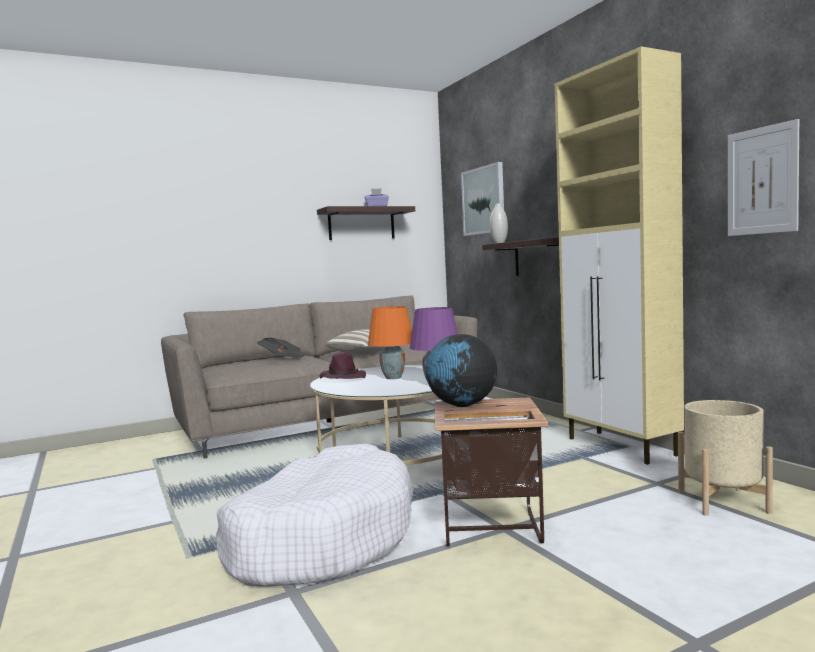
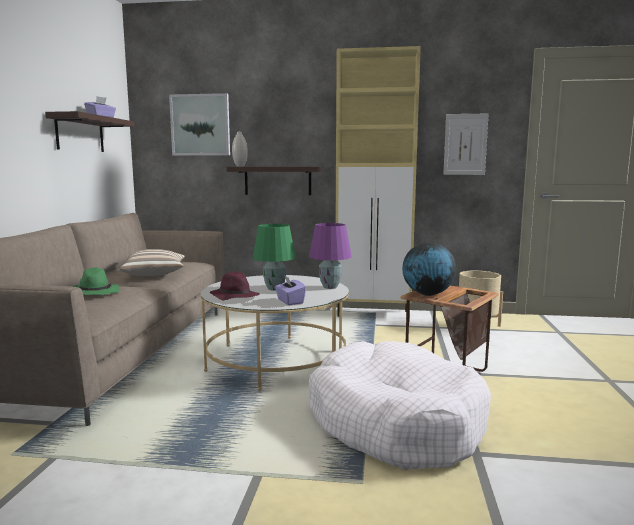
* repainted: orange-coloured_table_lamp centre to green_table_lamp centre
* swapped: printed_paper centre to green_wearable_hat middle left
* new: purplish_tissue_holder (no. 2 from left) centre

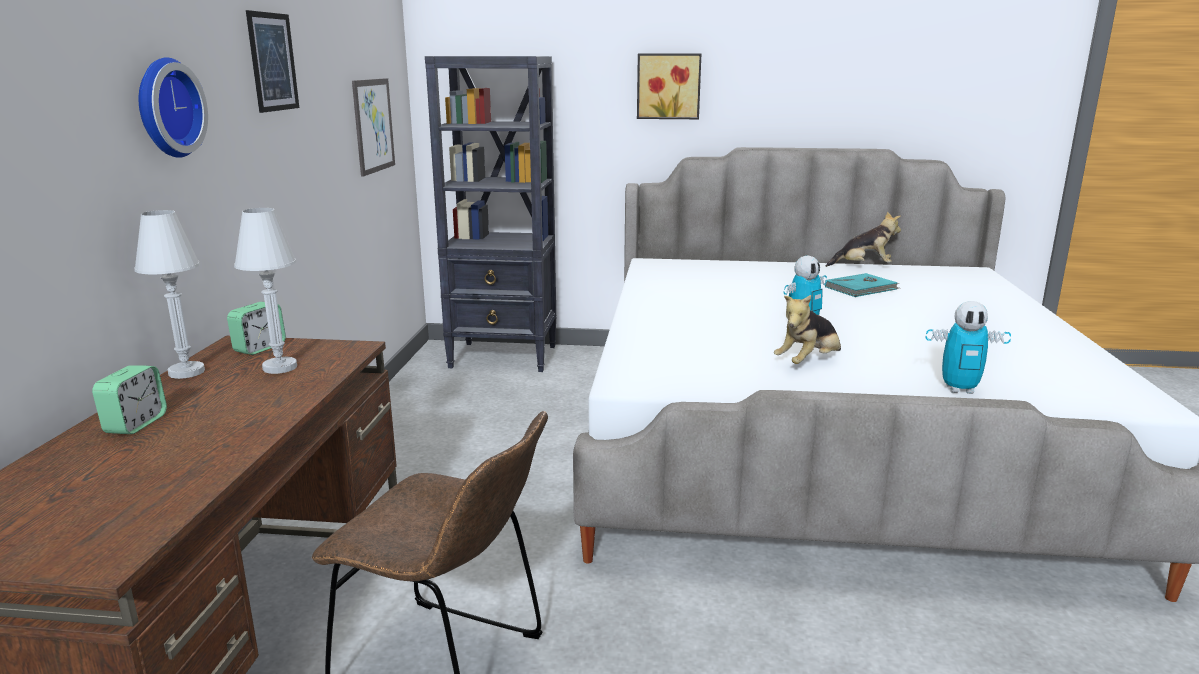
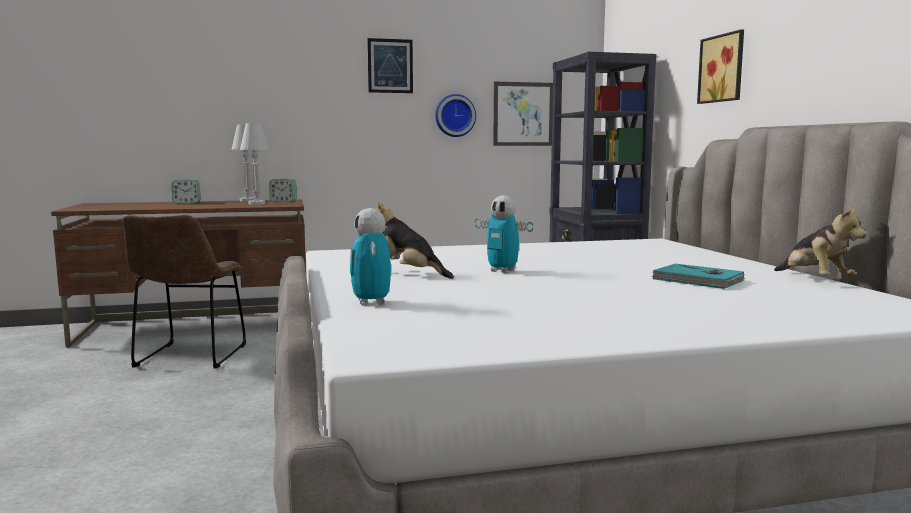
* shifted: wall_clock top left to top centre

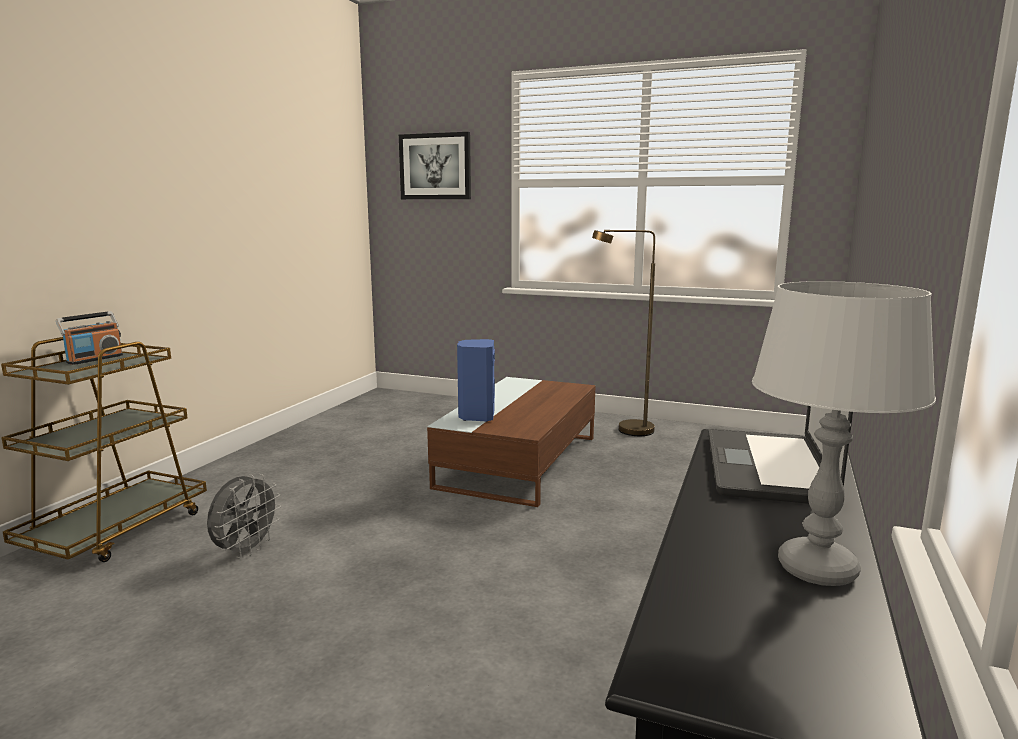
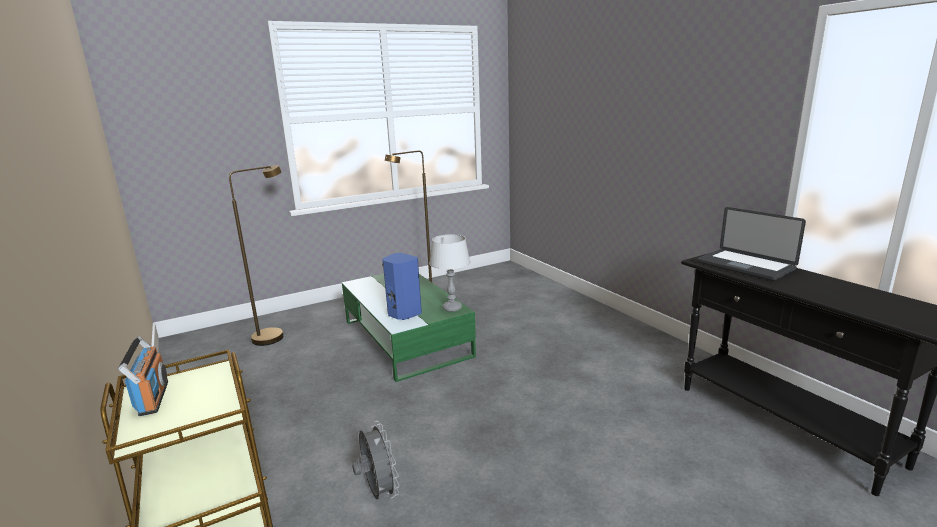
* gone: wall_picture top centre
* shifted: grey_table_lamp middle right to centre
* repainted: brown_low_table centre to green_low_table centre
* new: brown_floor_lamp (no. 1 from left) middle left

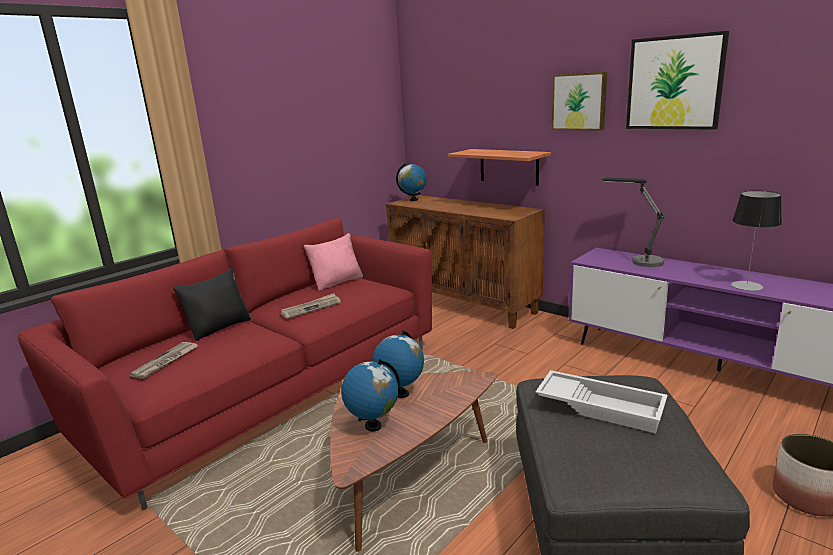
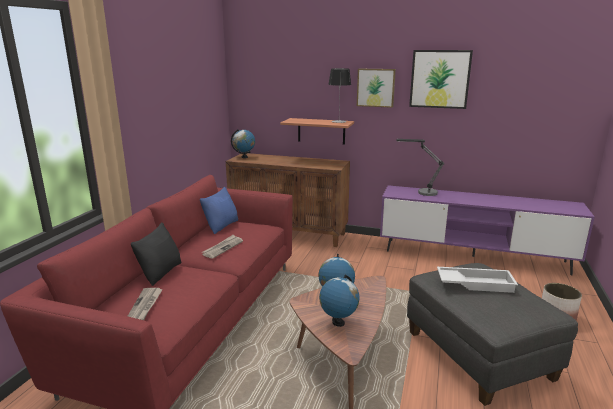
* shifted: table_lamp (no. 2 from left in the first image) middle right to table_lamp (no. 1 from left) top centre
* repainted: pink_pillow centre to bluish_pillow centre

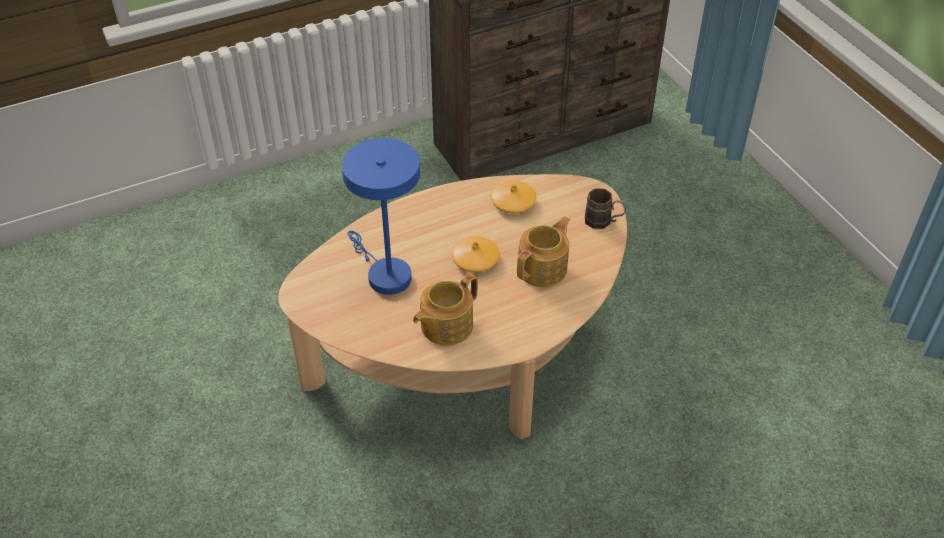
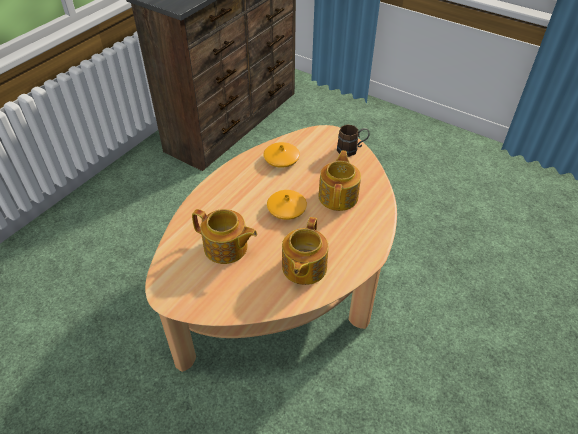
* swapped: bluish_table_lamp centre to pot_for_tea (no. 1 from left) centre

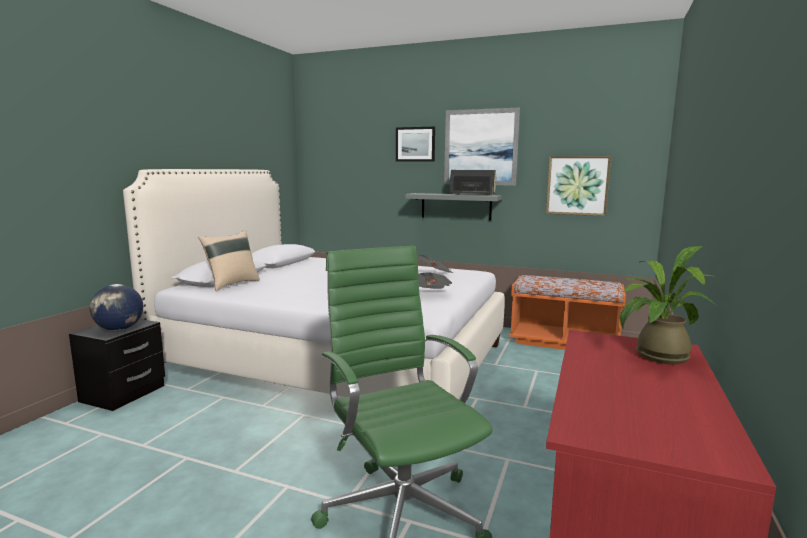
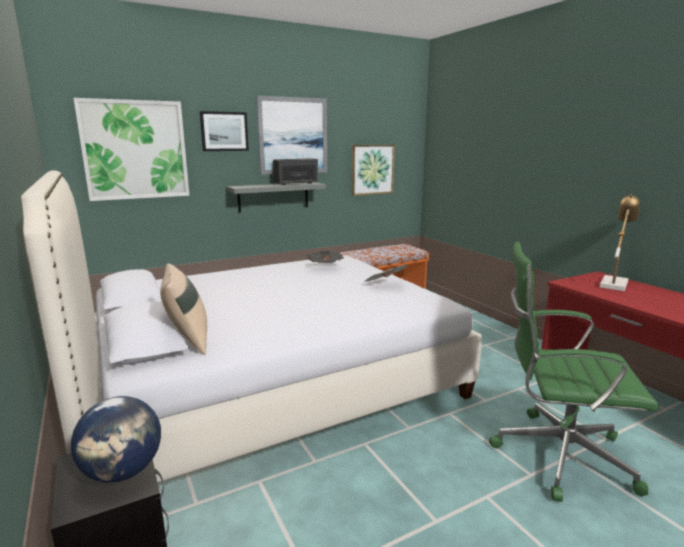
* swapped: plant_in_a_pot middle right to table_lamp middle right
* new: wall_picture (no. 1 from left) top left

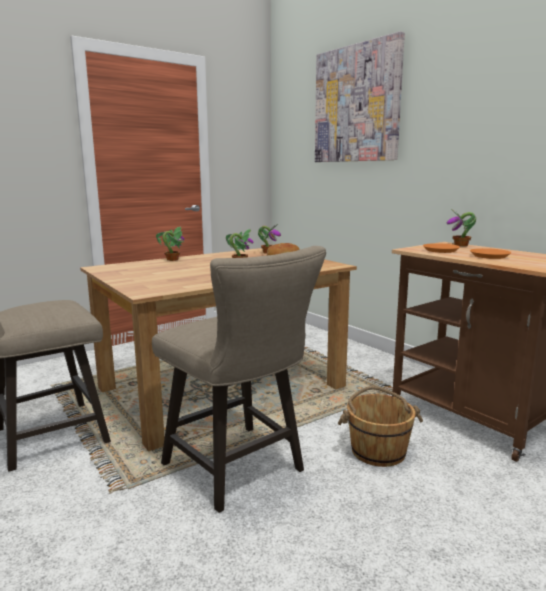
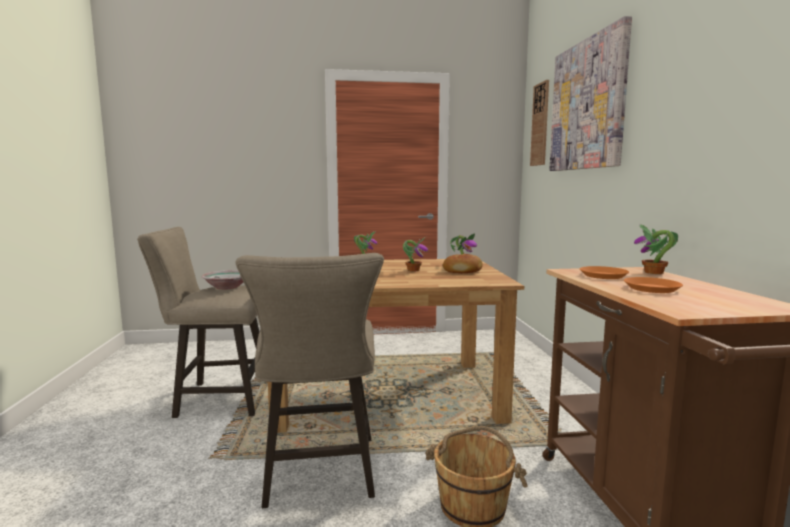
* new: wall_clock top right
* new: bowl middle left

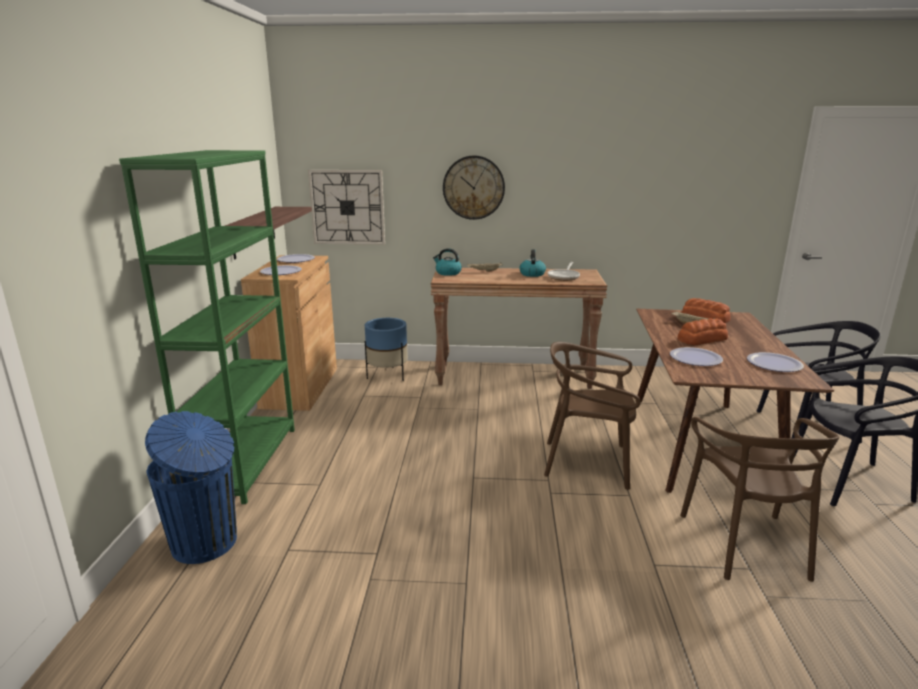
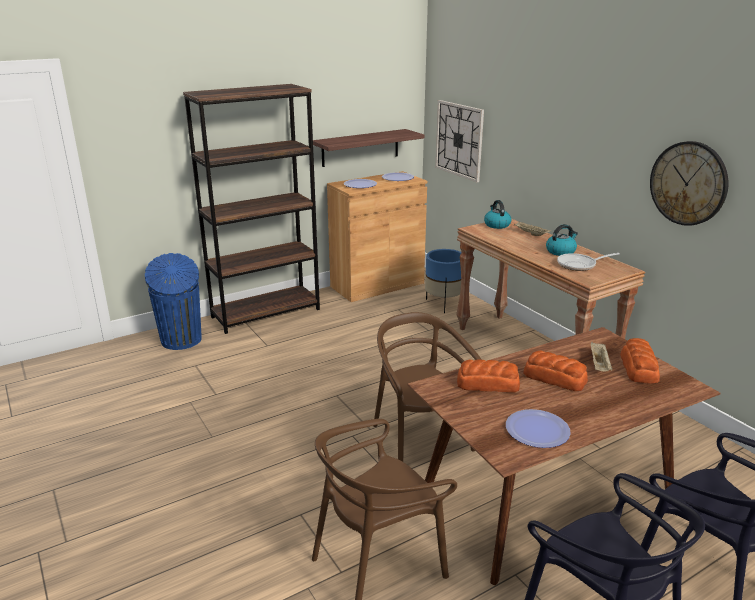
* repainted: green_bookcase middle left to brown_bookcase middle left
* shifted: wall_clock (no. 2 from left) top centre to top right
* swapped: dinner_plate (no. 3 from left) middle right to bakery_bread (no. 1 from left) centre

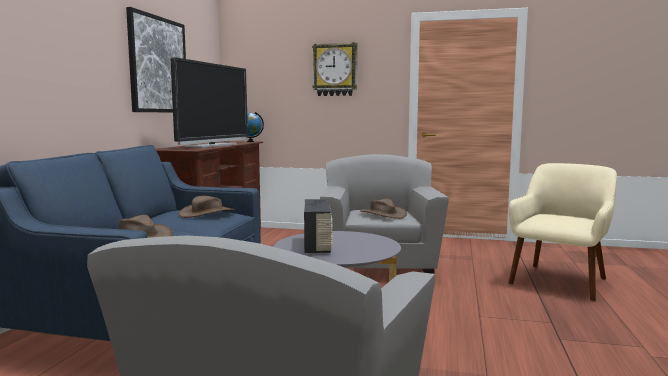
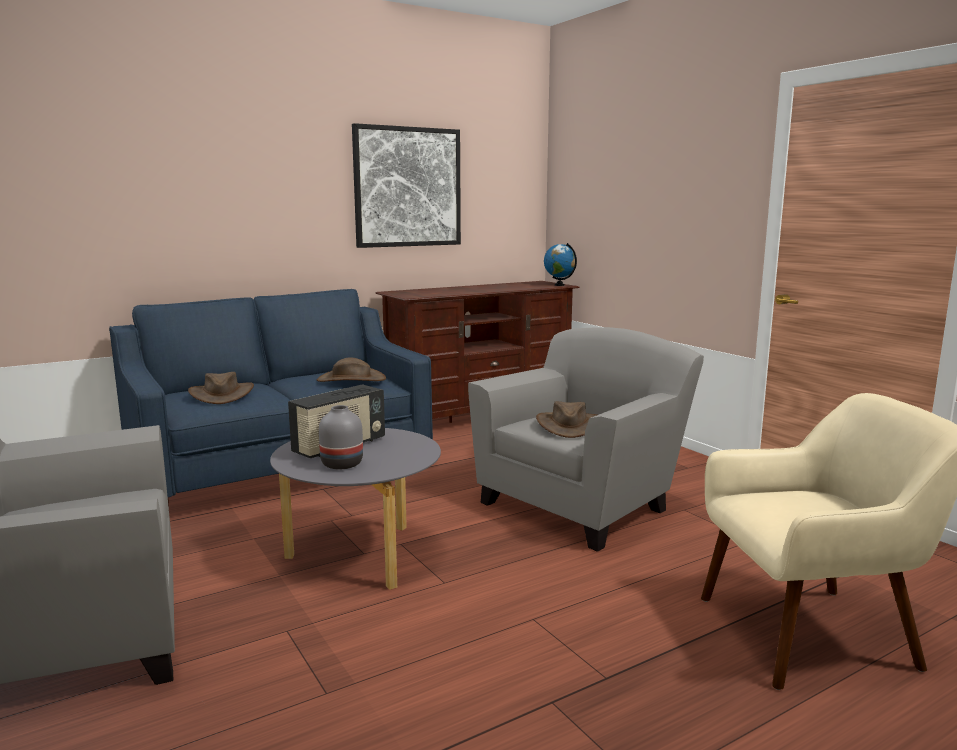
* gone: wall_clock top centre
* gone: TV top left
* new: grey_flower_vase centre

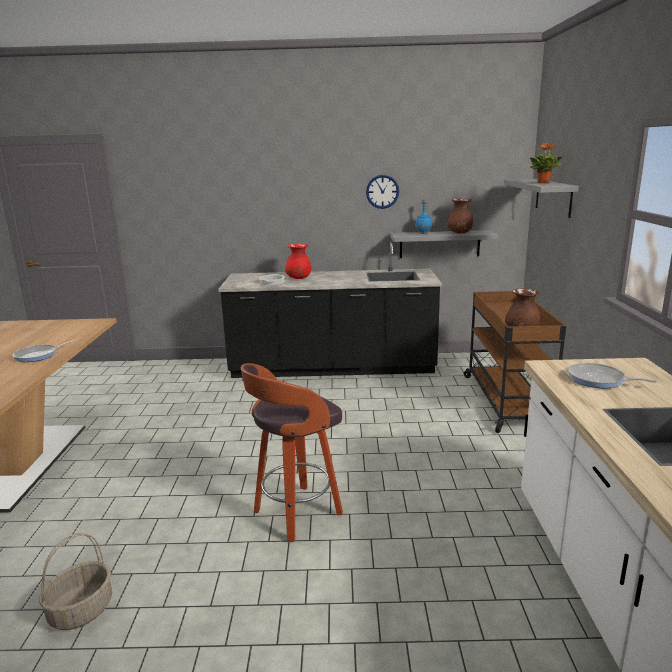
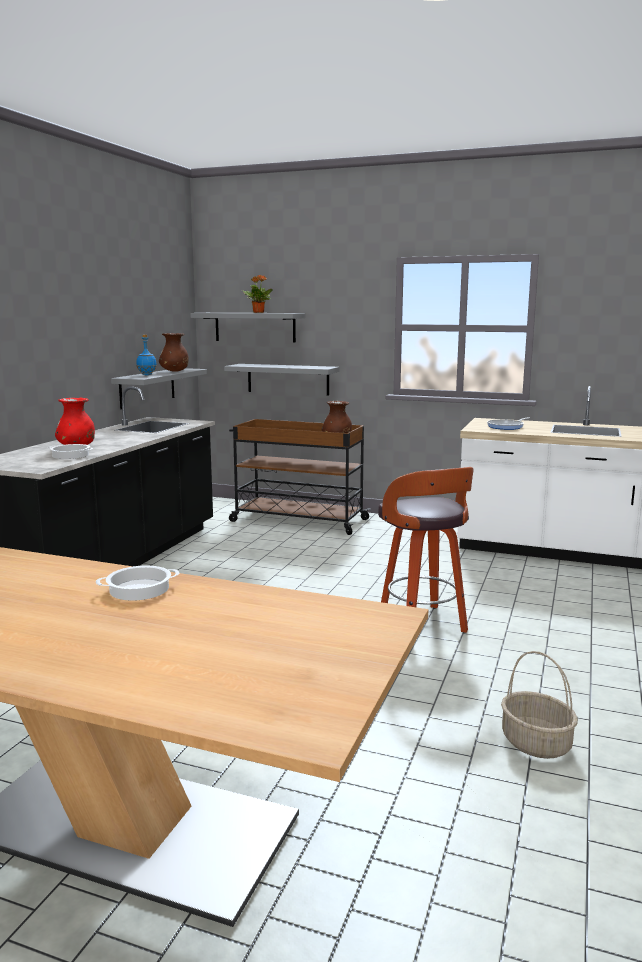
* gone: wall_clock top centre
* swapped: skillet (no. 1 from left) middle left to cooking_pot (no. 2 from left) middle left
* new: grey_bracket_shelf (no. 3 from left) centre

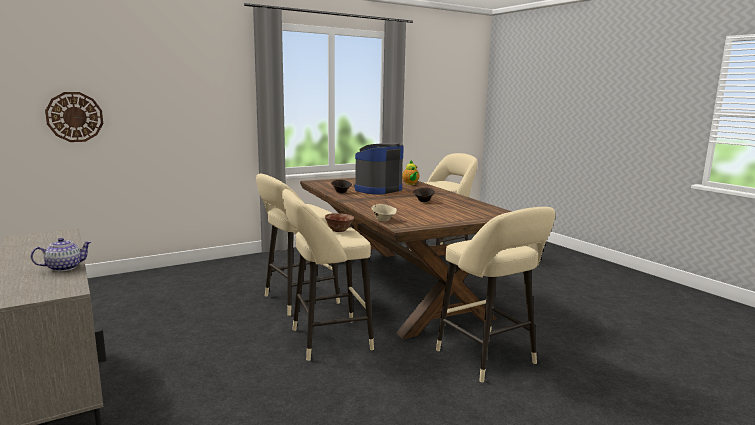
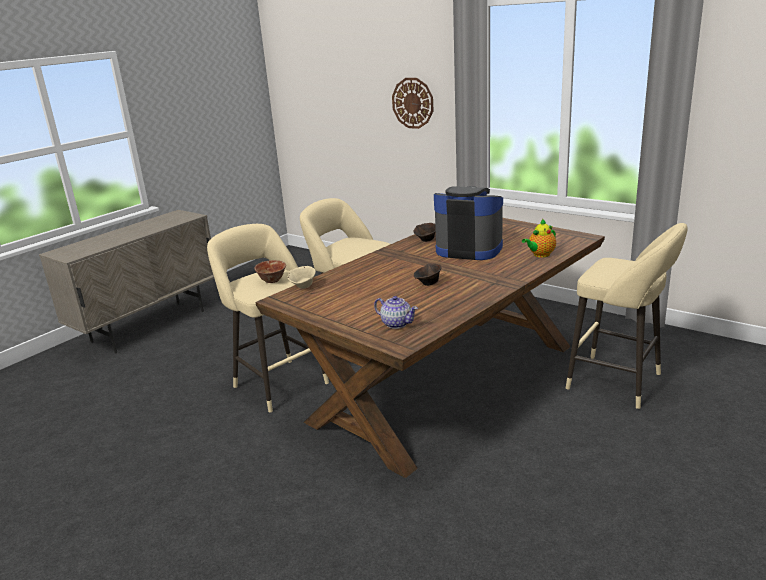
* shifted: wall_clock top left to top centre
* gone: sand-coloured_stool_seat (no. 4 from left) bottom centre
* shifted: pot_for_tea (no. 1 from left) middle left to centre

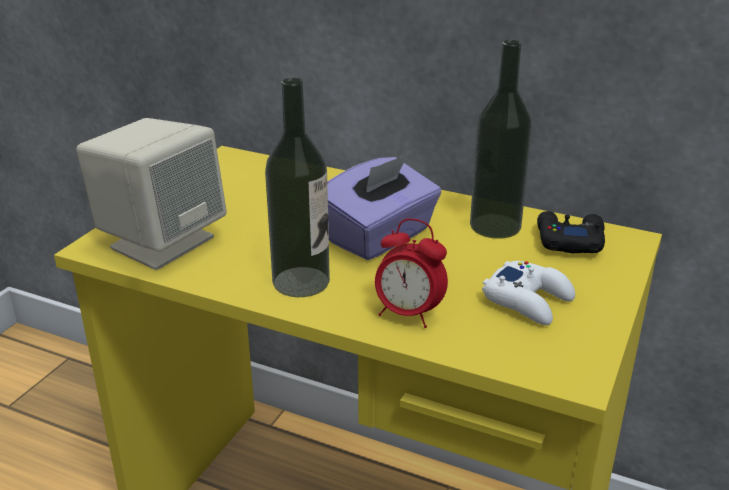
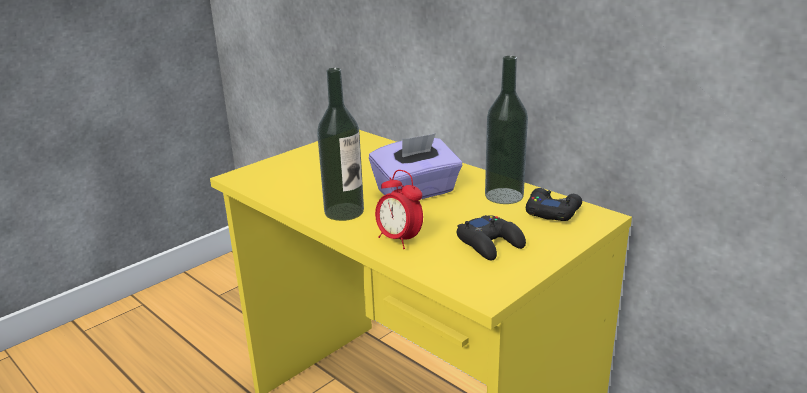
* gone: sand-coloured_speaker middle left
* repainted: white_gamepad middle right to blackish_gamepad (no. 1 from left) centre

